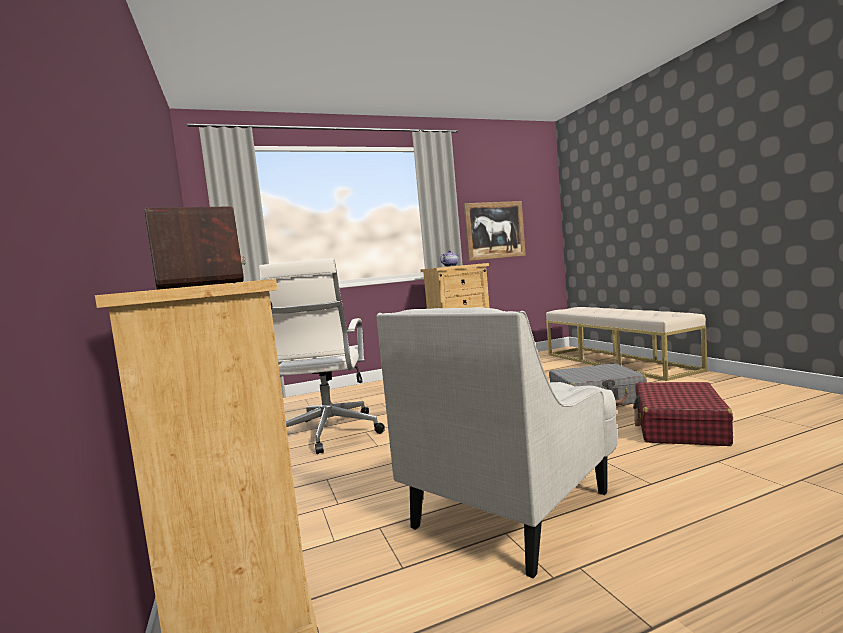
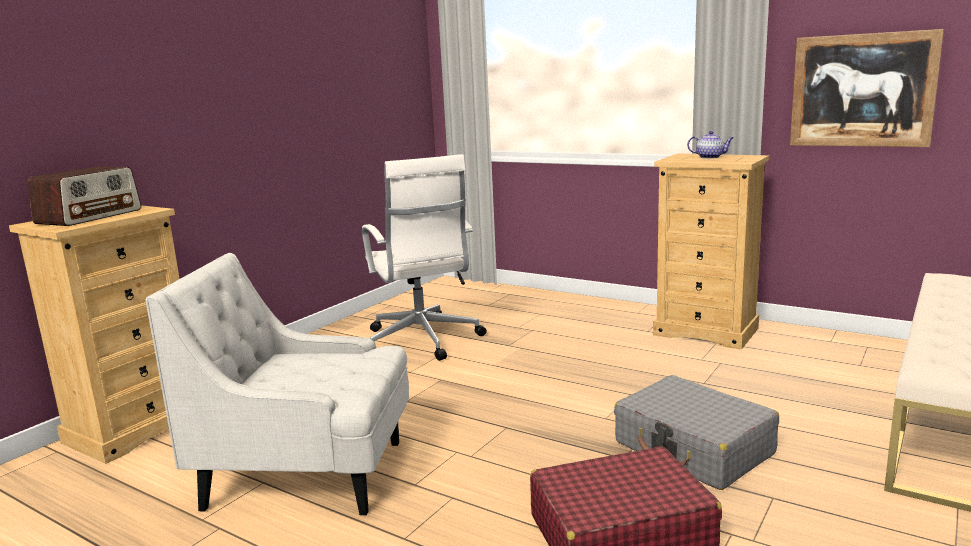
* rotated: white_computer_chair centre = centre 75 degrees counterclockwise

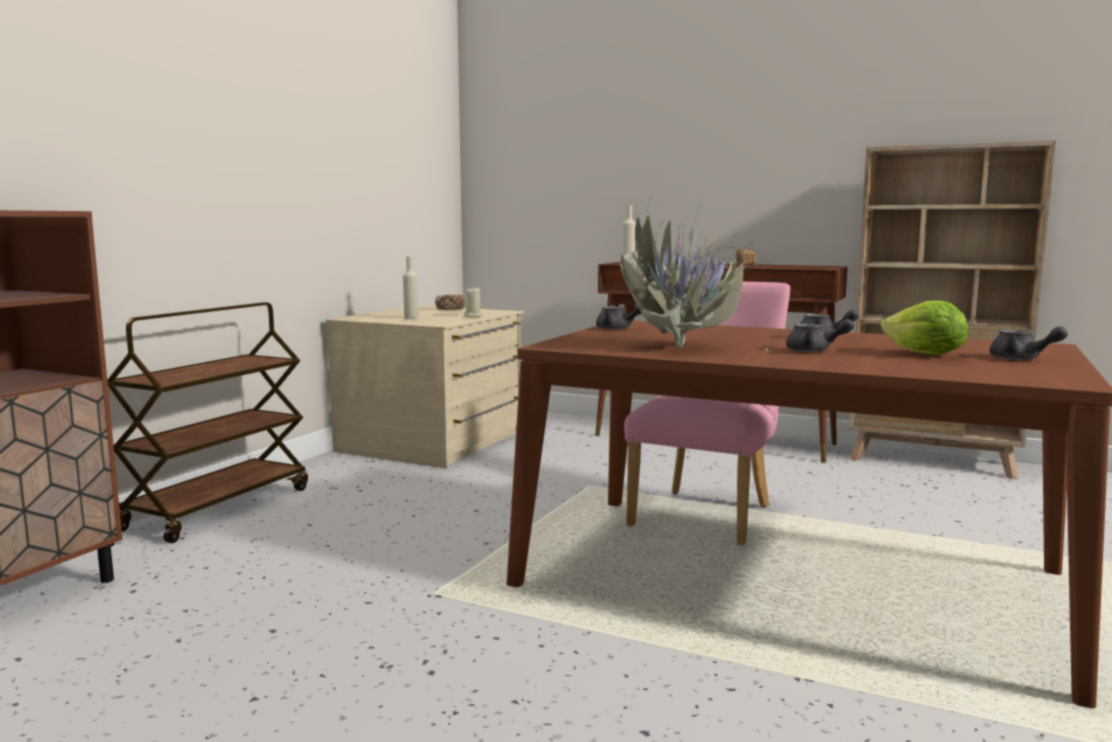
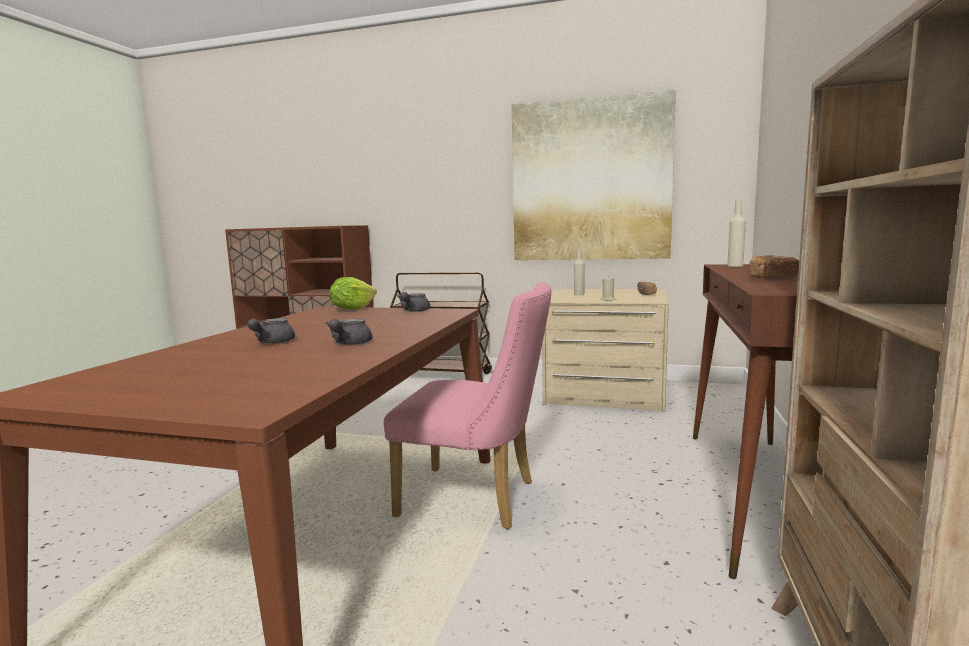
* gone: plant_in_a_pot centre
* shifted: lettuce_head middle right to centre
* gone: grey_pot_for_tea (no. 4 from left) middle right
* new: wall_picture top centre

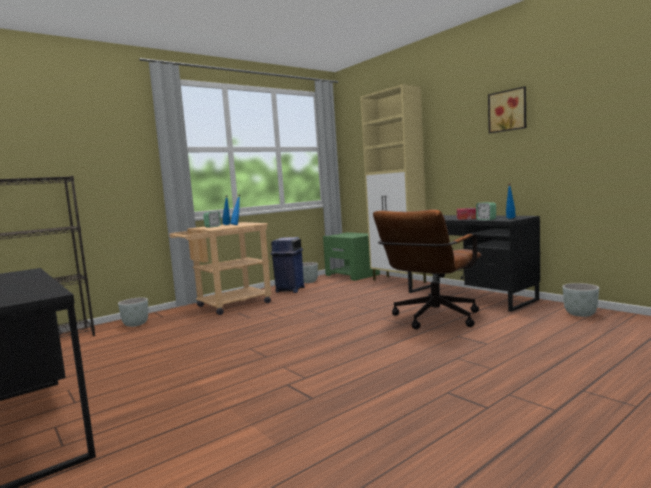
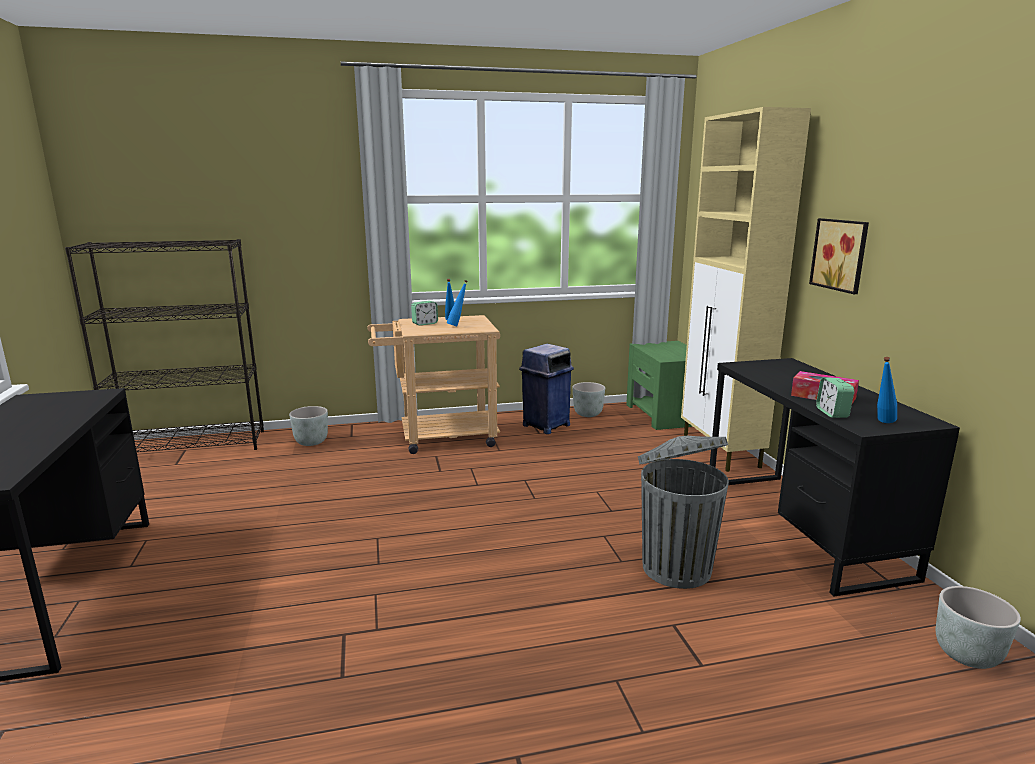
* shifted: wall_picture top right to middle right
* swapped: brown_computer_chair centre to grey_rubbish_bin bottom centre

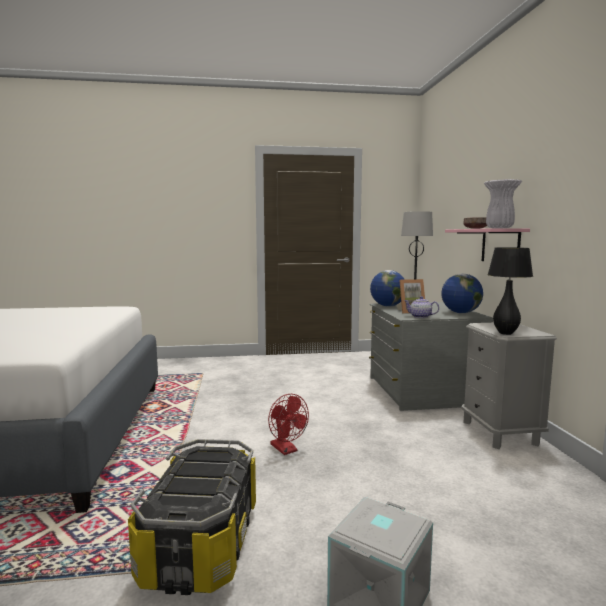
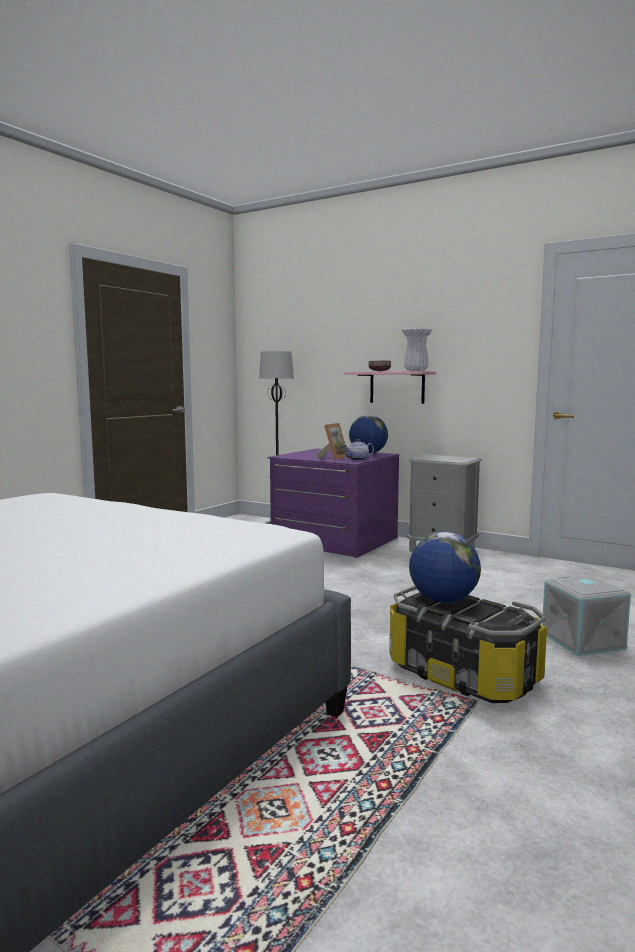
* gone: blackish_table_lamp middle right
* shifted: desk_globe (no. 1 from left in the first image) centre to desk_globe (no. 2 from left) middle right
* repainted: grey_drawer_chest middle right to purplish_drawer_chest centre
* gone: red_fan bottom centre

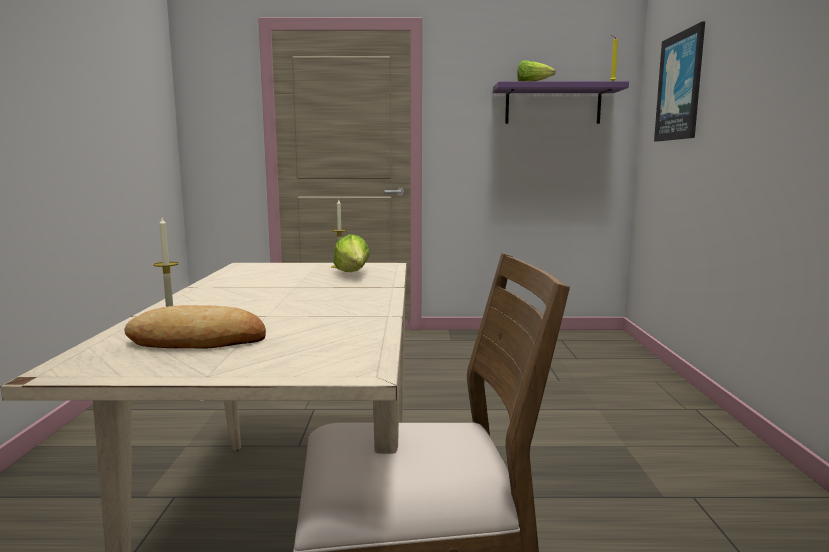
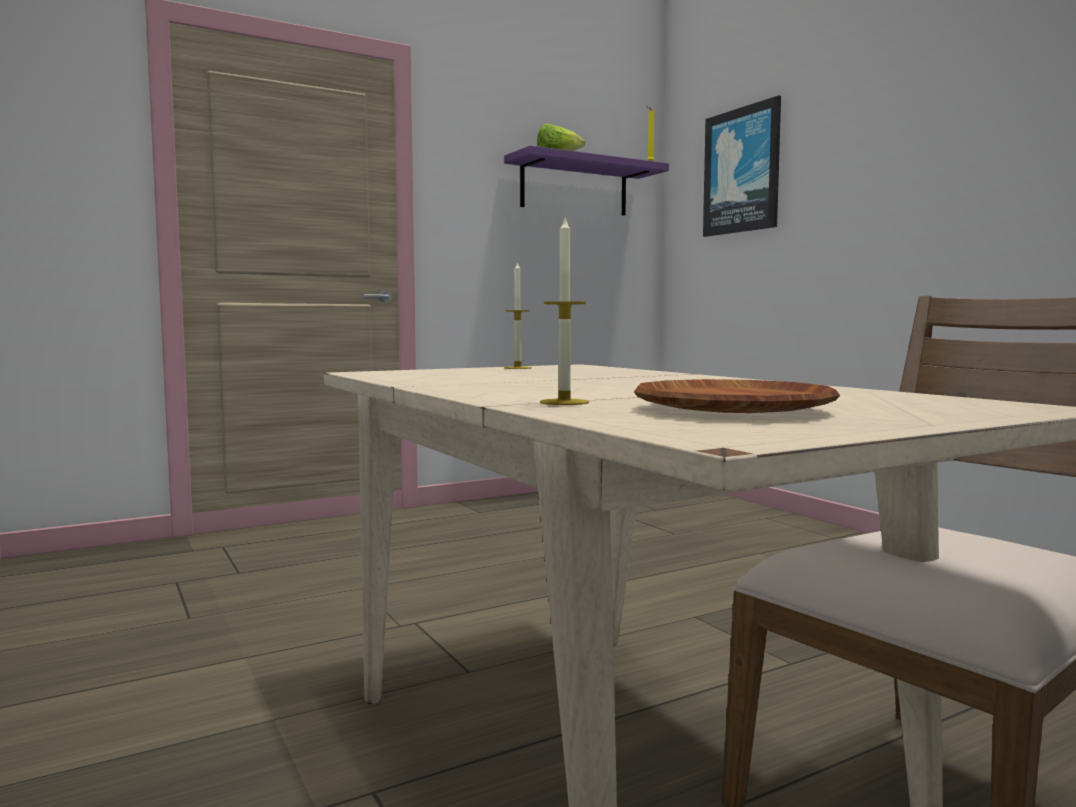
* gone: lettuce_head (no. 1 from left) centre
* swapped: bakery_bread middle left to brown_dinner_plate middle right

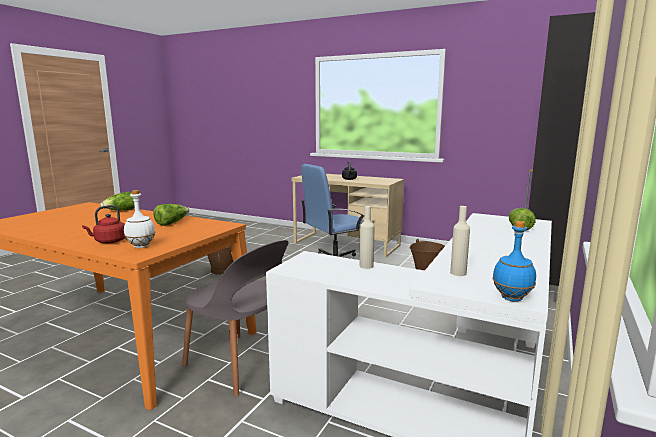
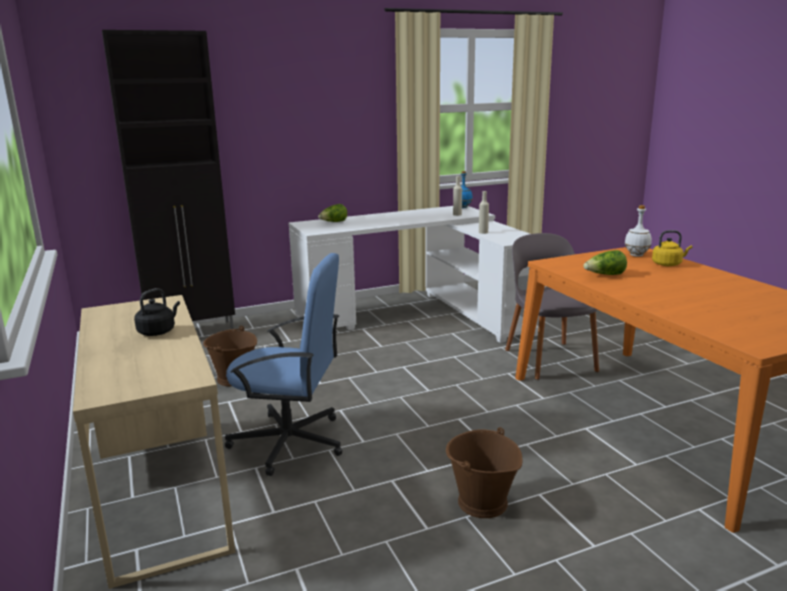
* gone: lettuce_head (no. 1 from left) middle left
* repainted: red_tea_kettle middle left to yellow_tea_kettle middle right

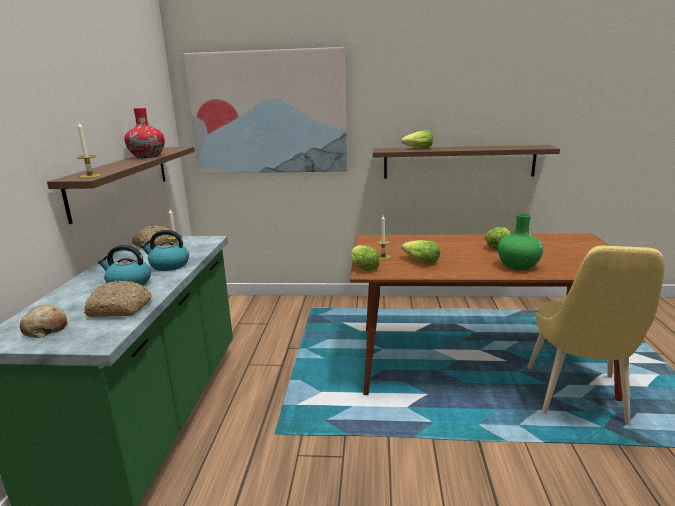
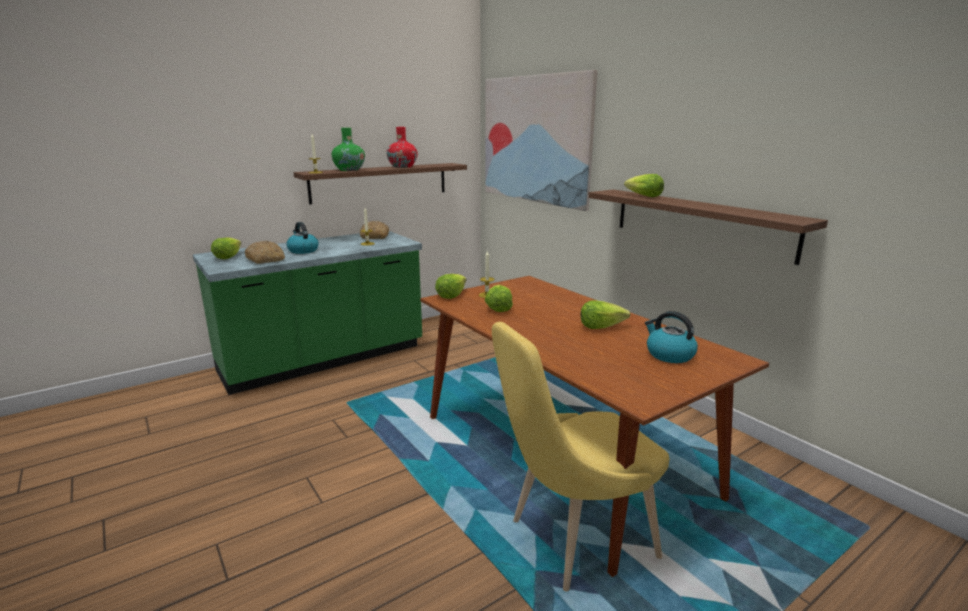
* shifted: green_flower_vase middle right to top centre
* shifted: tea_kettle (no. 2 from left) middle left to middle right
* swapped: bakery_bread (no. 1 from left) middle left to lettuce_head (no. 1 from left) middle left

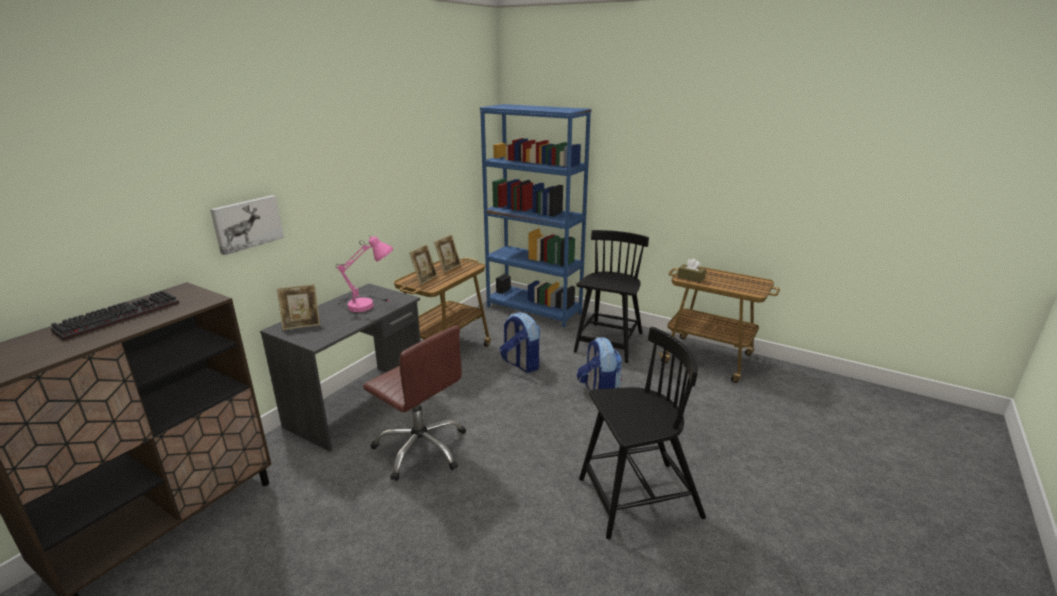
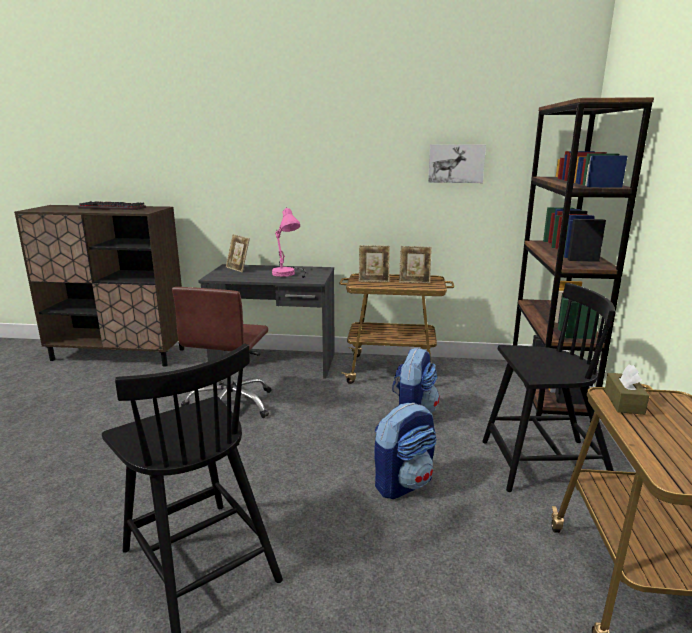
* repainted: bluish_bookcase centre to brown_bookcase middle right
* shifted: wall_picture middle left to top centre

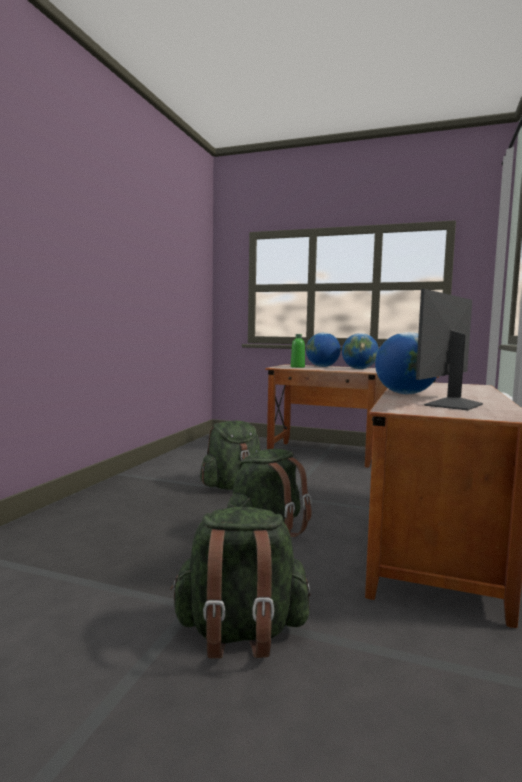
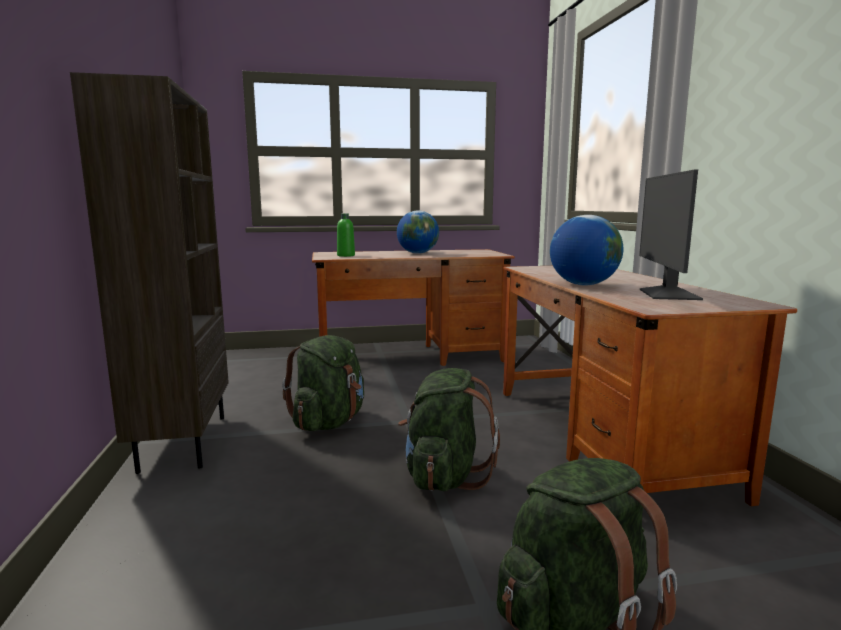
* gone: desk_globe (no. 1 from left) centre
* new: brown_bookcase middle left

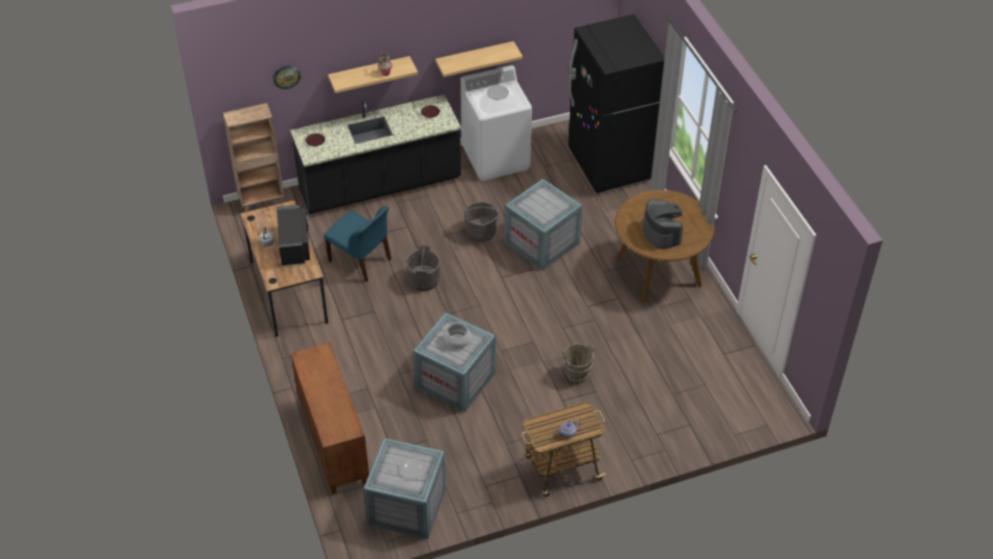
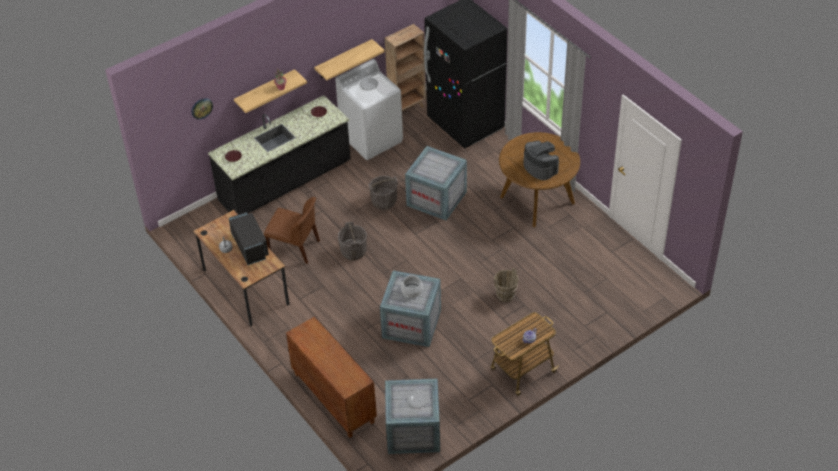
* shifted: brown_bookcase top left to top centre
* repainted: bluish_chair centre to brown_chair centre

